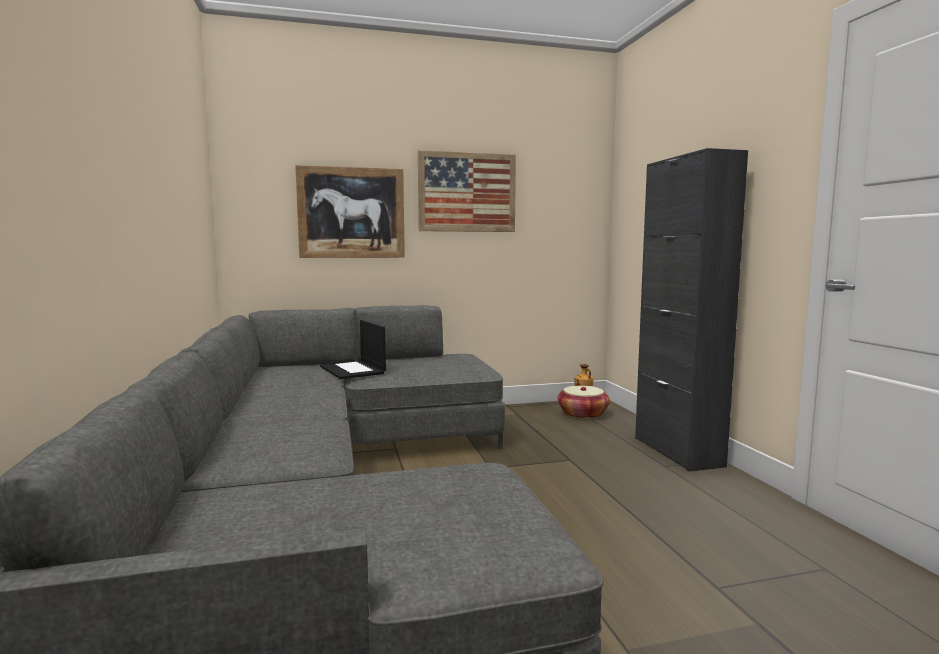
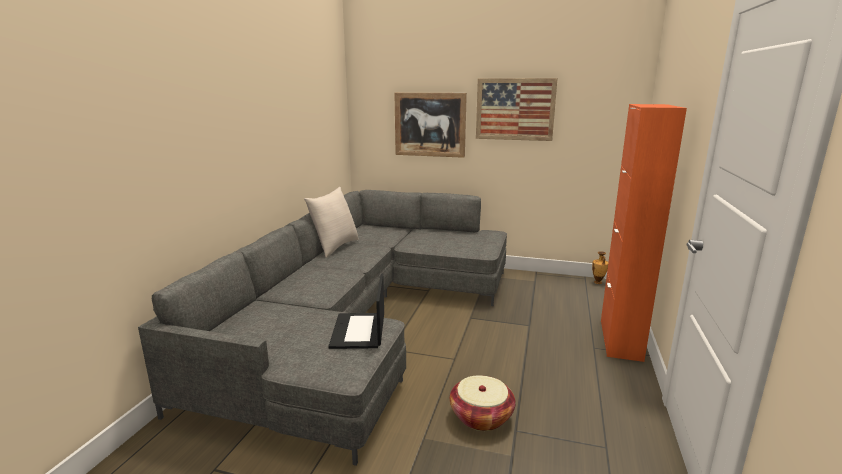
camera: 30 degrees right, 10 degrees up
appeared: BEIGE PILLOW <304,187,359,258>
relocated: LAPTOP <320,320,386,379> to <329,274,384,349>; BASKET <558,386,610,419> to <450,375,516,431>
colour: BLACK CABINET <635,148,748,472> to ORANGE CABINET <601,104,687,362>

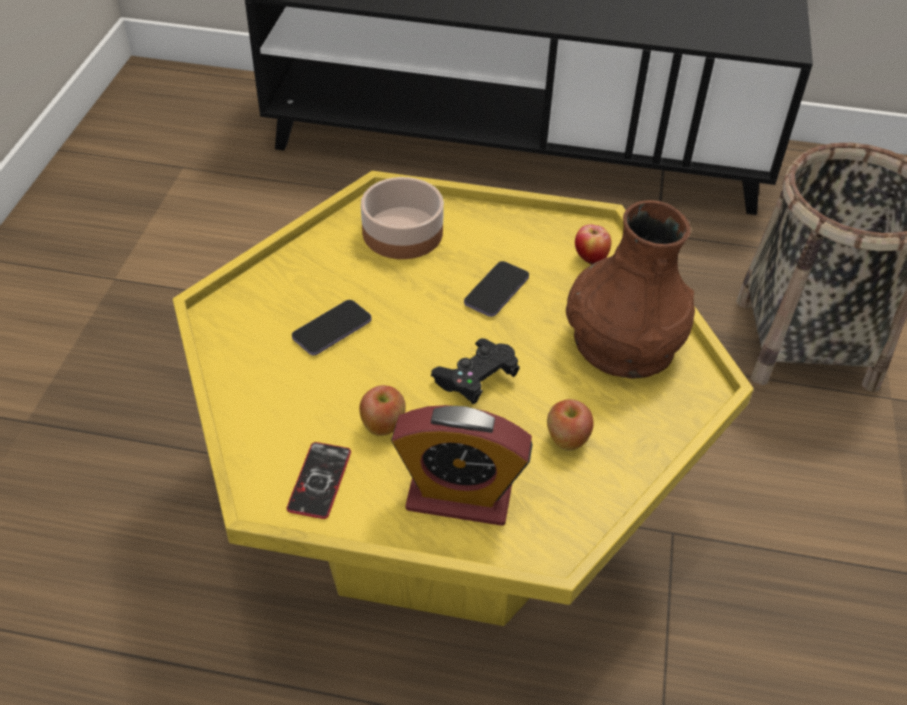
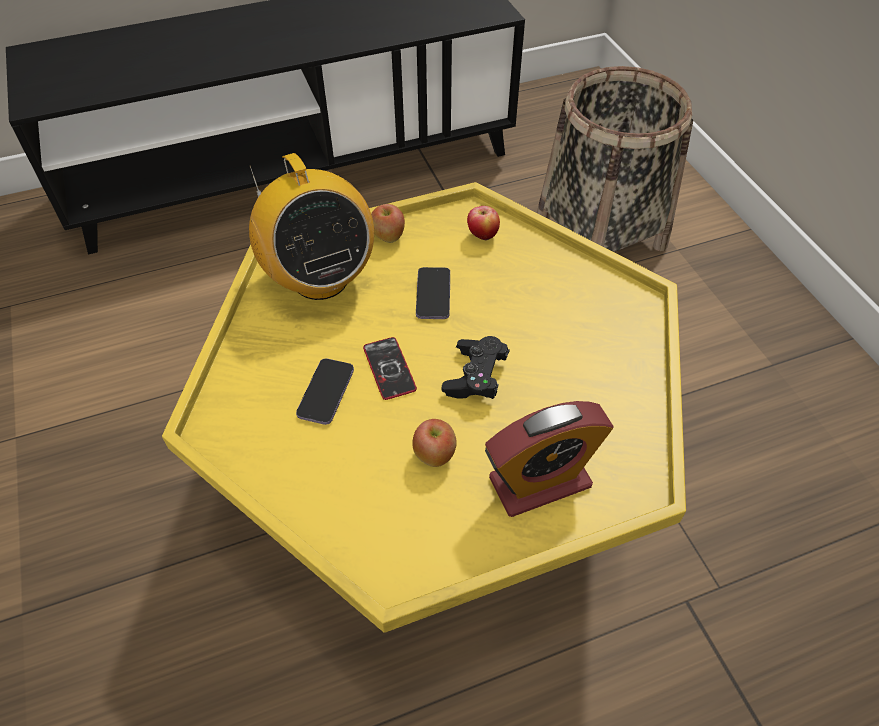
camera: 30 degrees left, 5 degrees up
missing: BROWN VASE <566,200,695,379>
relocated: APPLE <547,399,594,451> to <371,204,405,243>; PHONE <287,442,351,519> to <363,337,417,400>
exchanged: BOWL <361,177,444,259> to RADIO <249,153,374,300>

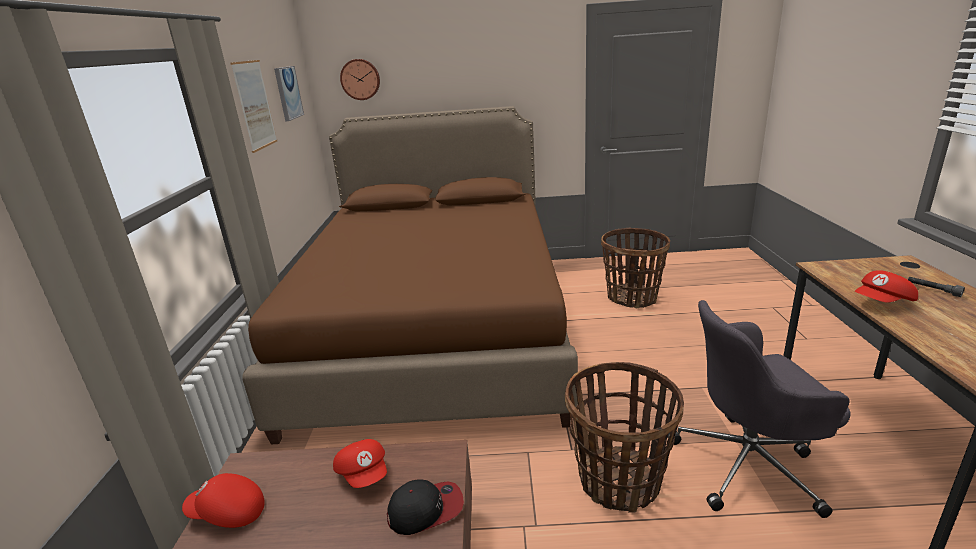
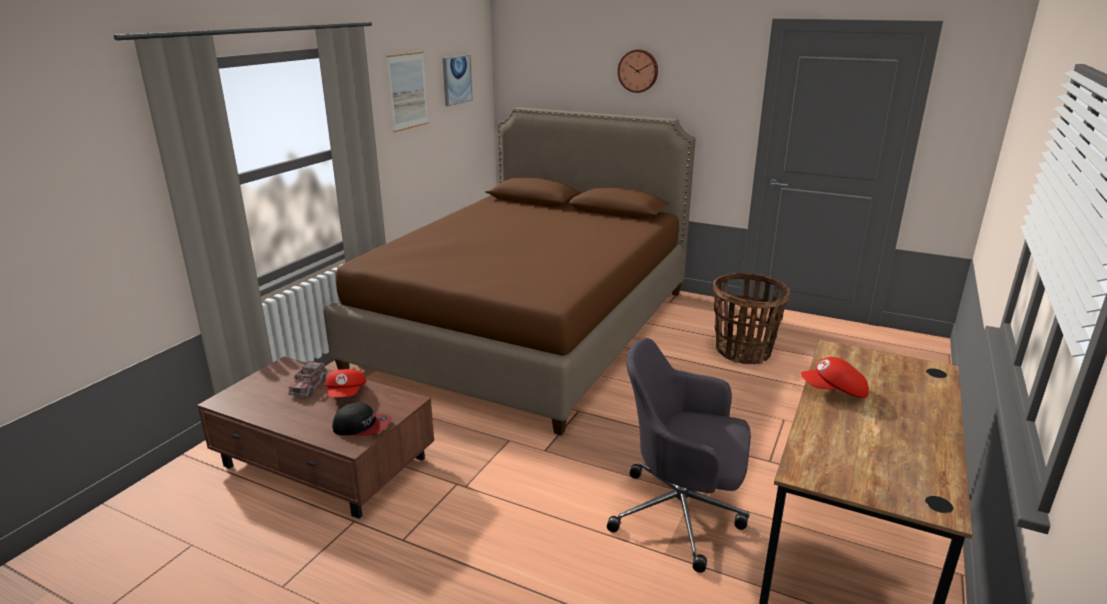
camera: 25 degrees right, 0 degrees up
missing: GREY FLASHLIGHT <908,277,965,297>; BASKET <565,362,684,513>; RED CAP <182,473,265,528>
appeared: TOY TRUCK <288,361,328,396>
relocated: WALL CLOCK <340,59,380,100> to <618,49,658,93>

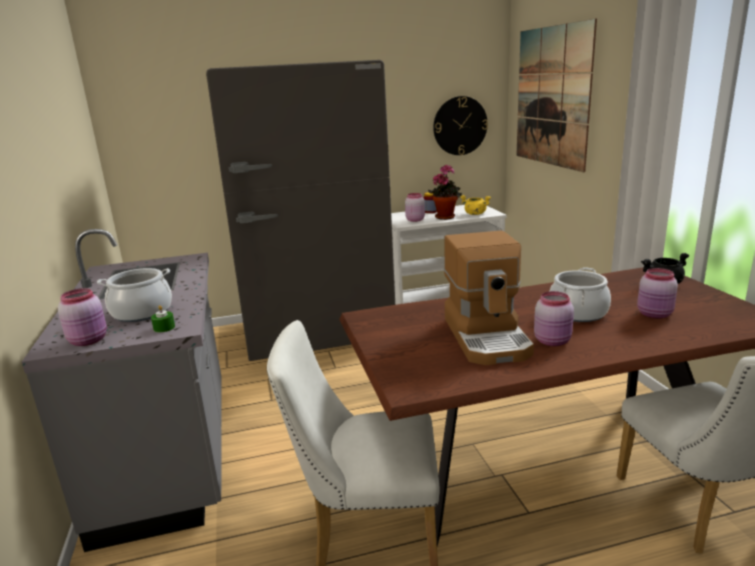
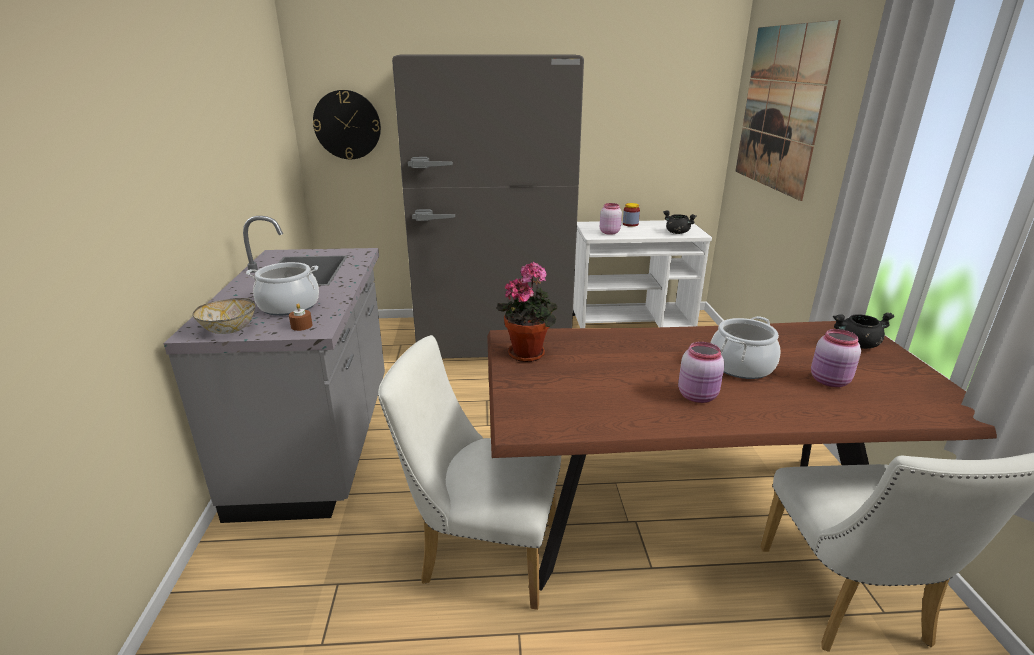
camera: 10 degrees right, 5 degrees up
missing: COFFEE MACHINE <444,230,534,365>
relocated: WALL CLOCK <433,96,488,155> to <313,90,381,159>; POTTED PLANT <428,164,462,220> to <497,262,557,362>
exchanged: PINK JAR <58,288,107,346> to BOWL <193,298,256,334>
colour: YELLOW COOKING POT <460,195,491,215> to BLACK COOKING POT <663,210,697,234>; GREEN CANDLE <151,305,175,332> to BROWN CANDLE <289,304,312,331>

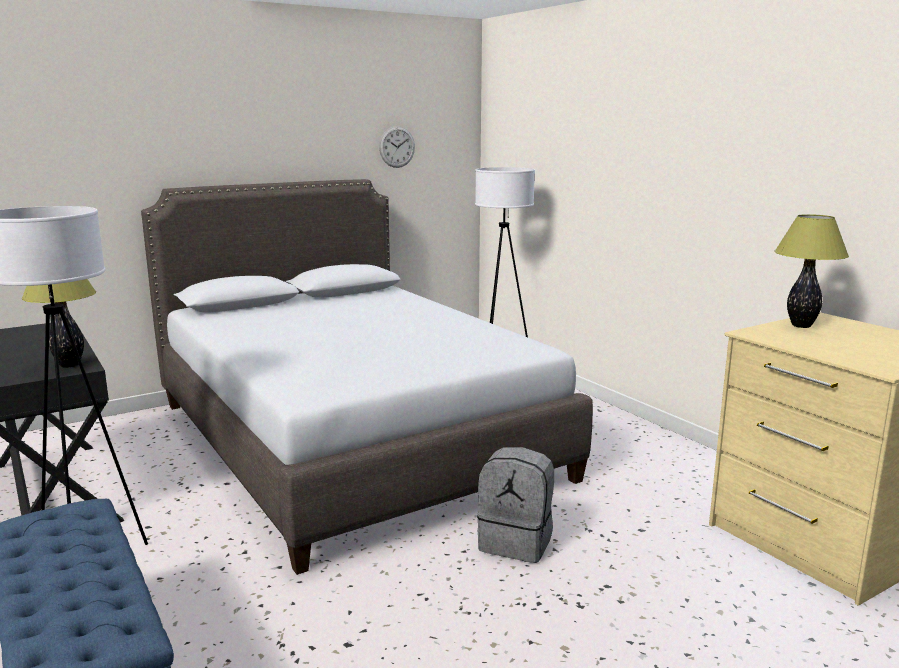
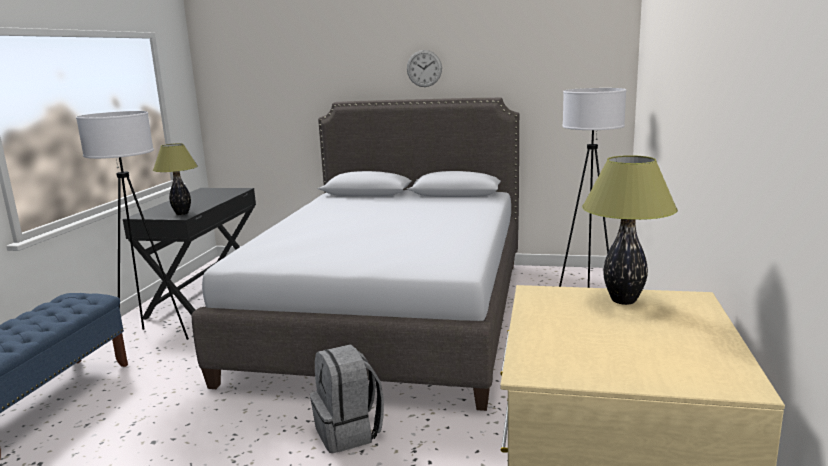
camera: 45 degrees right, 0 degrees up
relocated: WALL CLOCK <379,126,415,168> to <407,50,442,87>

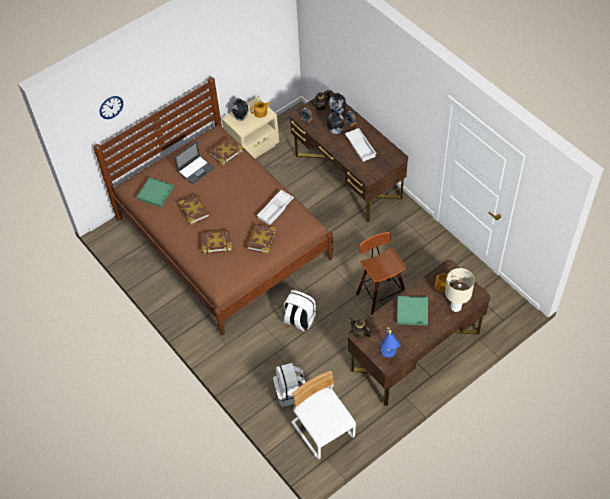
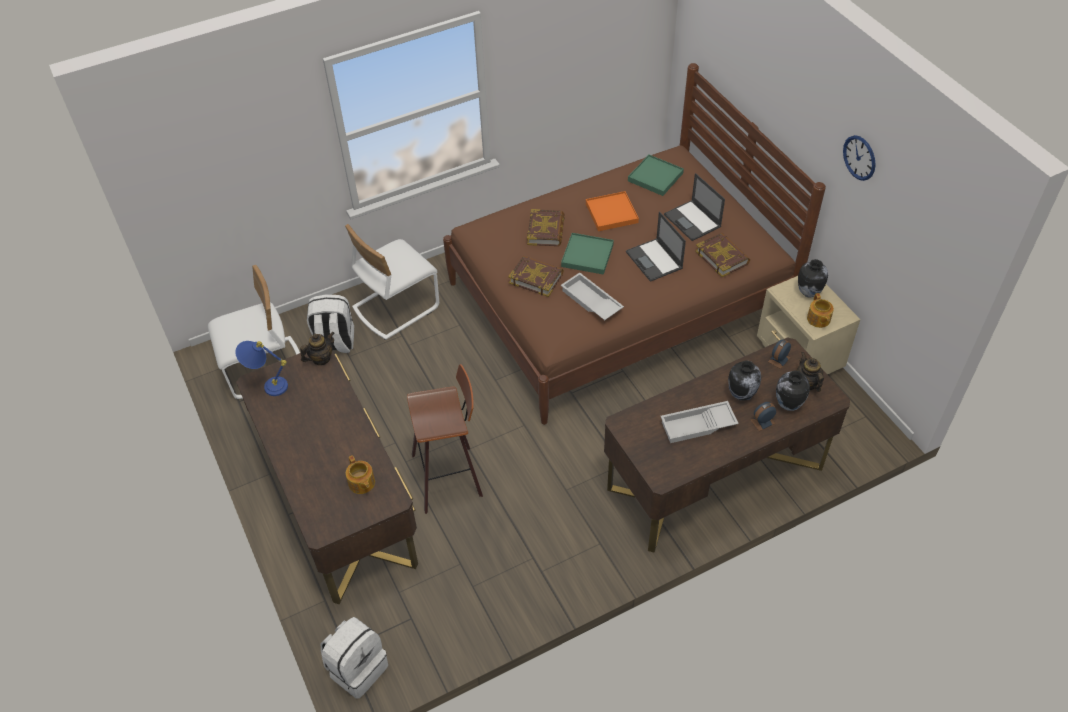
camera: 100 degrees right, 5 degrees down
missing: BEIGE TABLE LAMP <445,268,475,312>
appeared: LAPTOP <626,212,686,282>; WHITE CHAIR <345,224,439,340>
relocated: WALL CLOCK <100,96,123,119> to <843,135,876,181>; WHITE BACKPACK <284,290,316,332> to <321,617,388,699>; GREEN TRAY <397,296,428,326> to <561,233,614,275>
exchanged: BOOK <179,194,210,225> to ORANGE TRAY <586,191,639,231>

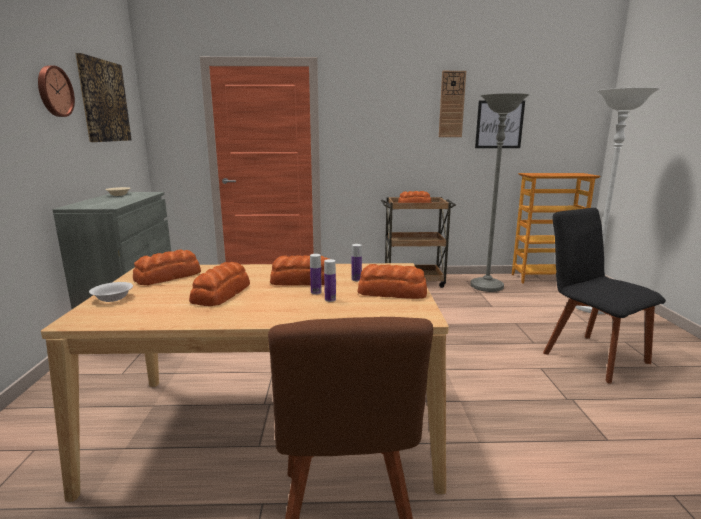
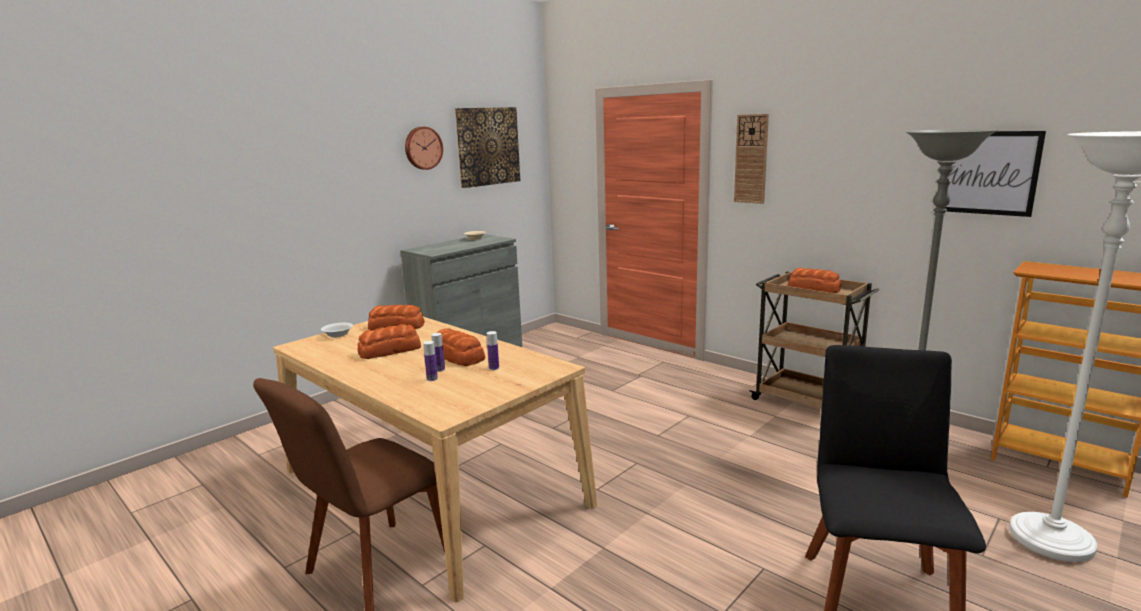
camera: 45 degrees right, 0 degrees up
missing: BREAD <357,264,427,299>
relocated: WALL CLOCK <439,71,466,137> to <734,114,769,204>

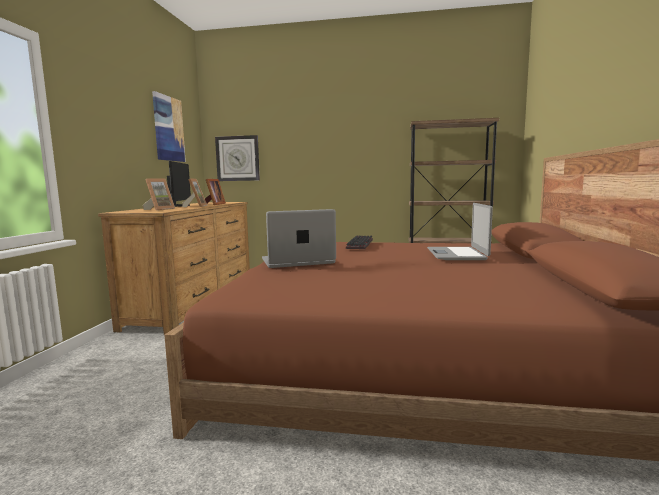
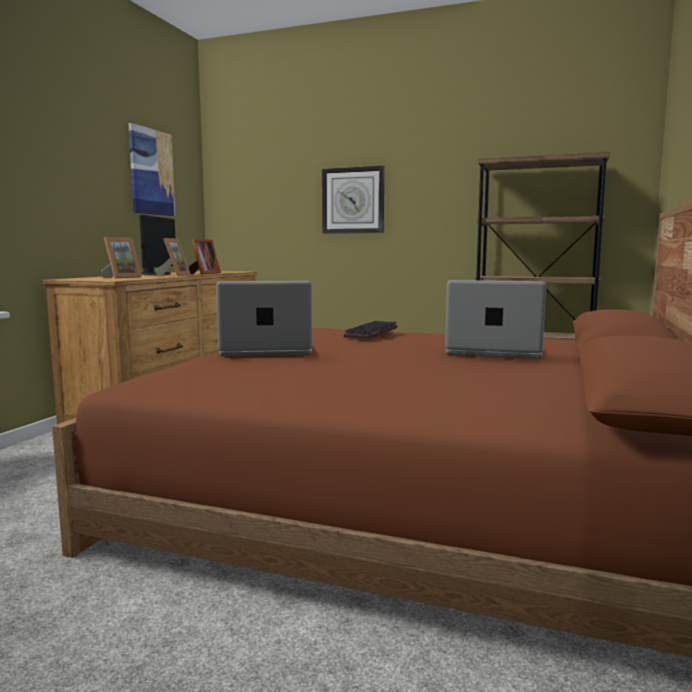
camera: 10 degrees right, 0 degrees up
relocated: WALL CLOCK <215,135,260,181> to <322,166,384,234>
spun: LAPTOP <427,203,493,260> = <445,280,546,359> 90 degrees clockwise

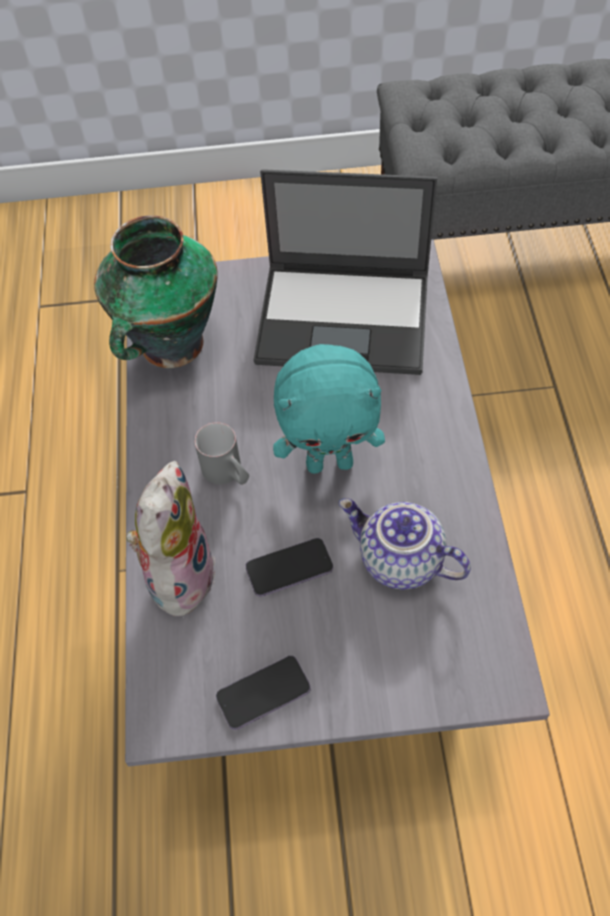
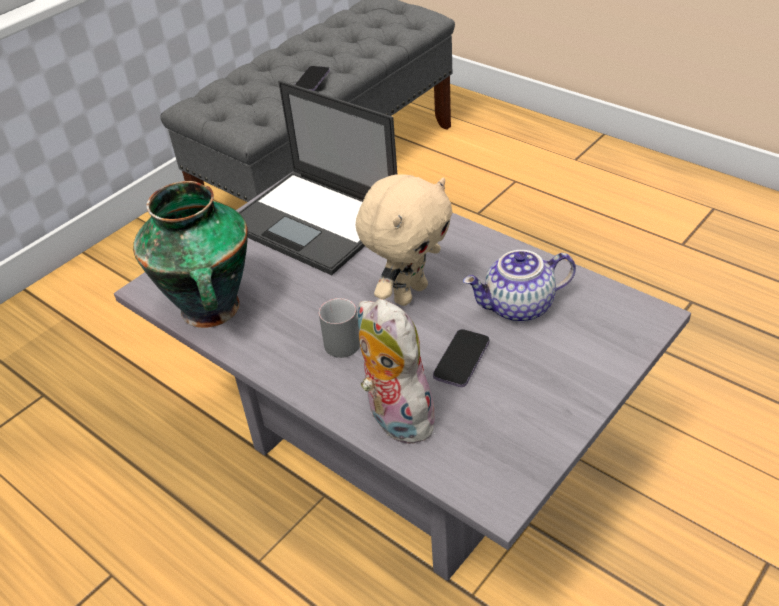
camera: 45 degrees left, 15 degrees down
relocated: PHONE <216,656,311,730> to <295,66,330,91>
colour: TURQUOISE PLUSH TOY <273,344,385,474> to BEIGE PLUSH TOY <356,174,453,306>
spun: LAPTOP <254,169,437,375> = <238,80,397,275> 75 degrees clockwise

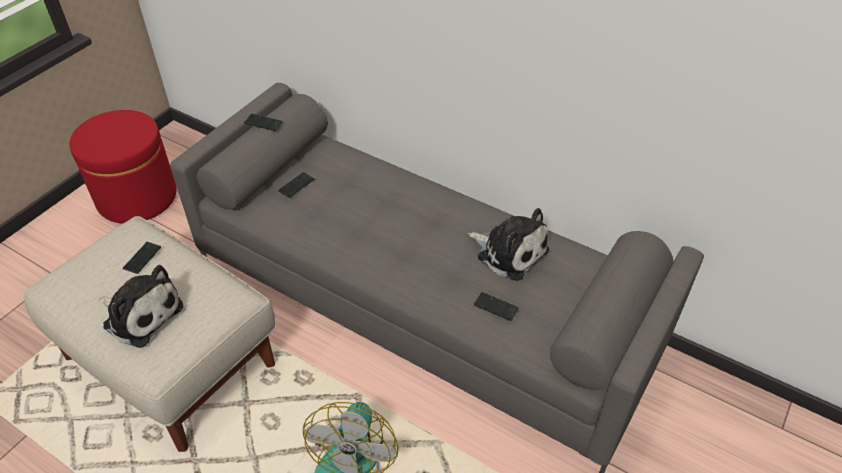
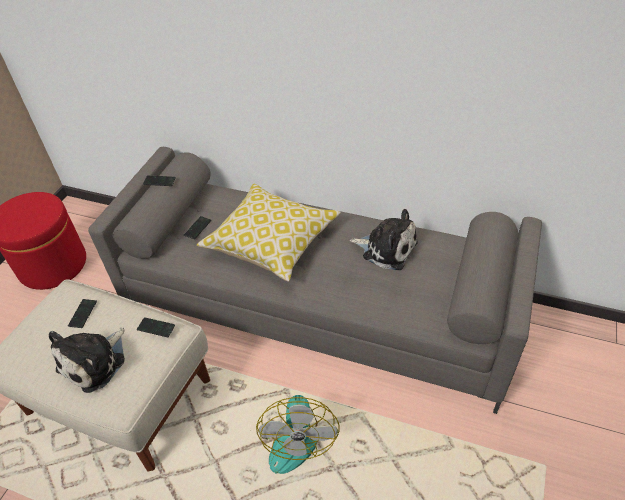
camera: 10 degrees left, 0 degrees up
appeared: PILLOW <197,184,341,282>
relocated: PHONE <474,292,519,321> to <137,317,175,337>
spun: PLUSH TOY <98,265,184,348> = <49,327,125,393> 105 degrees clockwise

